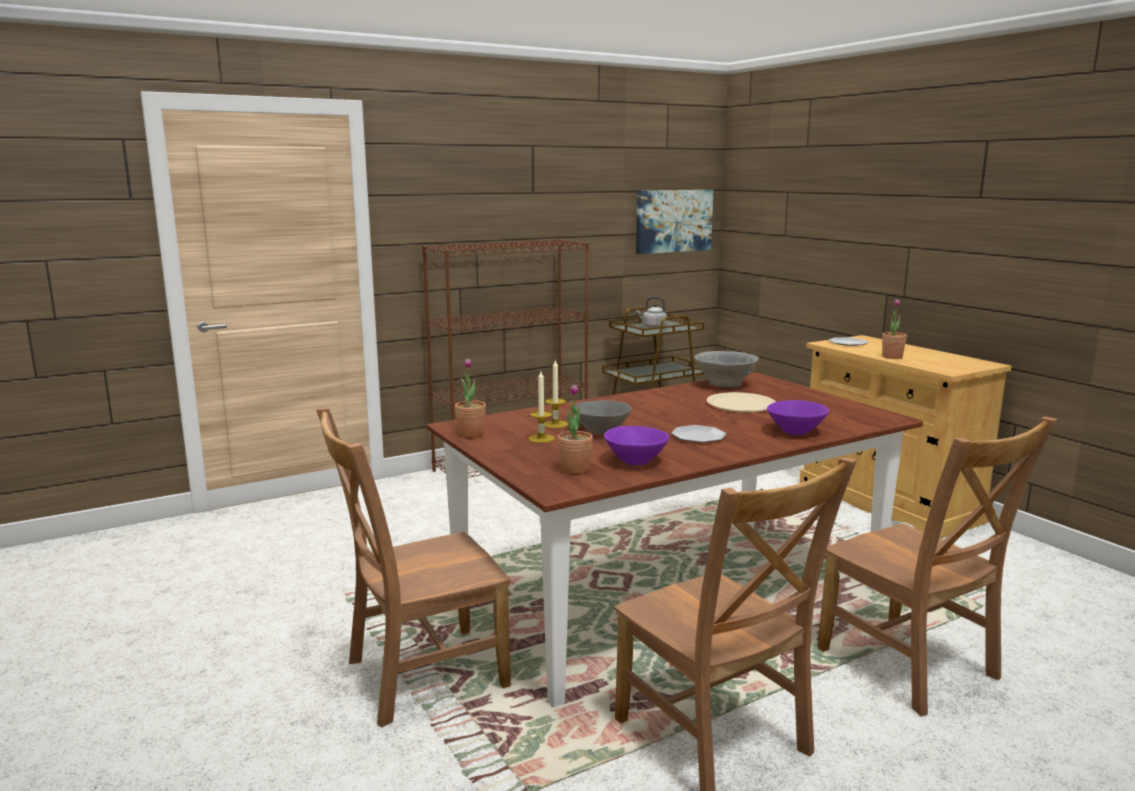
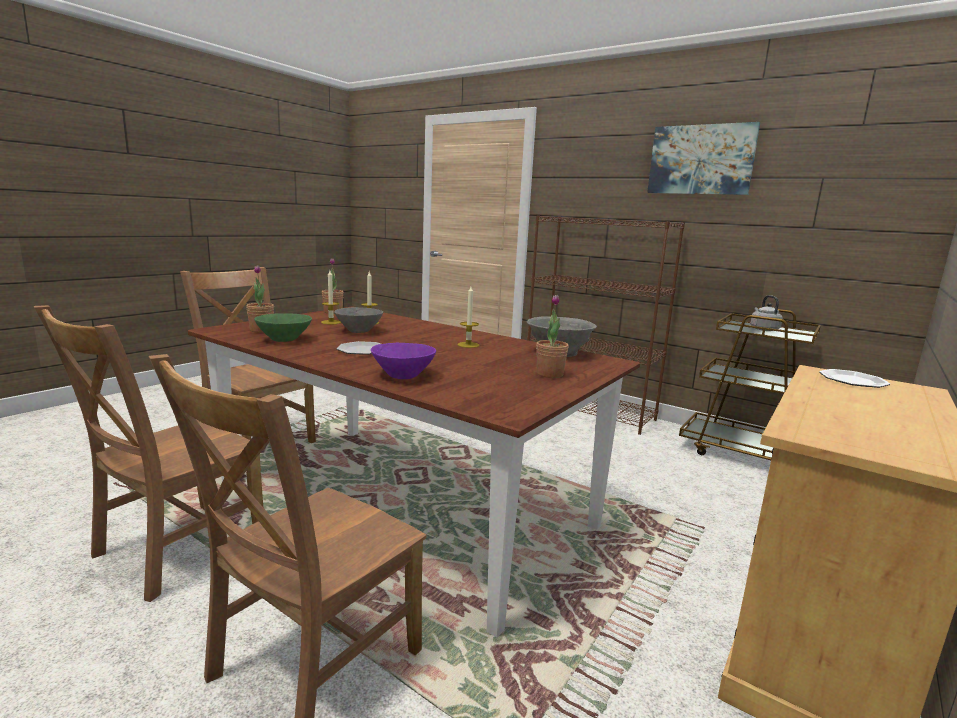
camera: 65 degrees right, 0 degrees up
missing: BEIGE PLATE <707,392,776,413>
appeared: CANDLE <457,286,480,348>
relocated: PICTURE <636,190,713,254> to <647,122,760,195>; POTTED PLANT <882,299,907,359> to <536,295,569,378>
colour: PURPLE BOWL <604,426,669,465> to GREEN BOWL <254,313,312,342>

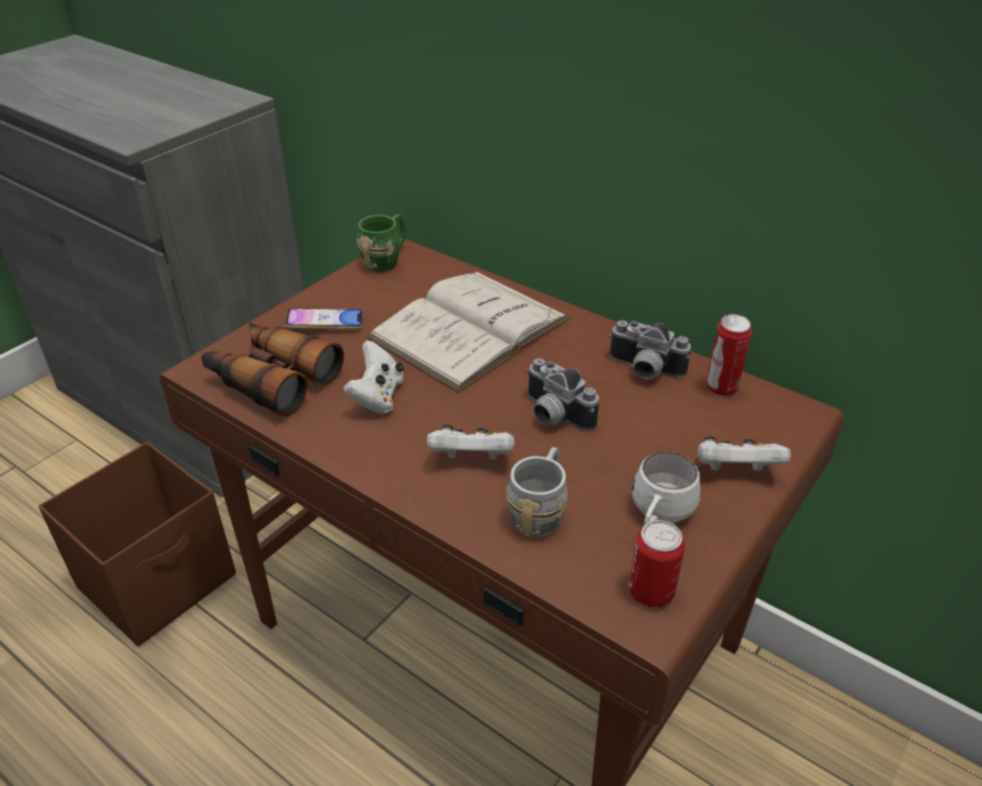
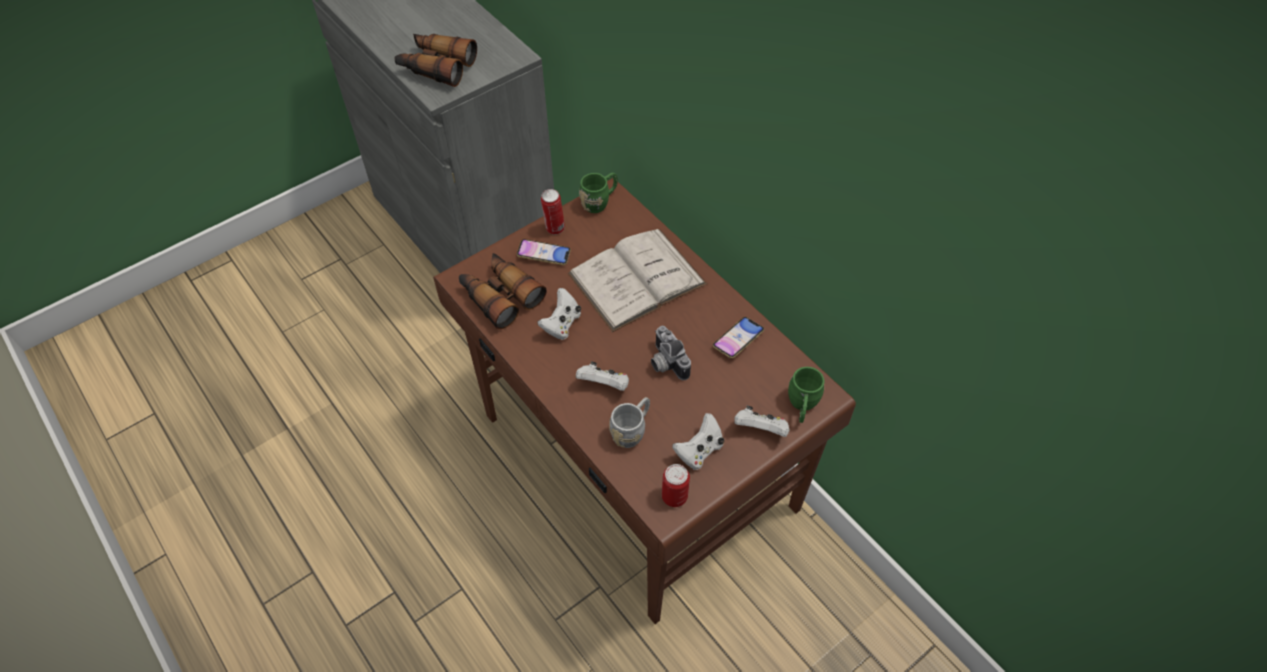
camera: 15 degrees right, 15 degrees up
missing: BROWN STORAGE BOX <38,442,236,646>
appeared: BINOCULARS <394,34,477,87>; GREEN MUG <788,367,824,423>
relocated: CAN <706,314,752,397> to <541,189,565,235>
exchanged: PHOTO CAMERA <609,320,691,379> to PHONE <713,317,764,358>; WHITE MUG <632,452,700,525> to WHITE GAME CONTROLLER <672,413,724,470>

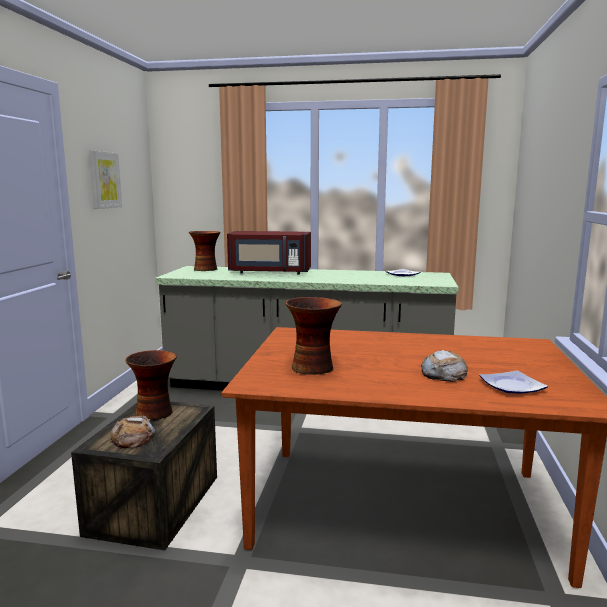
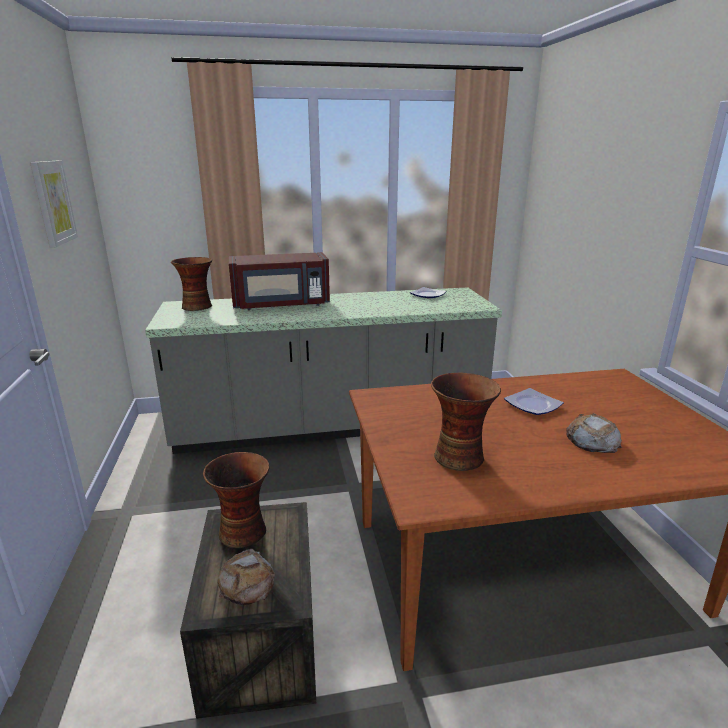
camera: 20 degrees left, 10 degrees up
relocated: PLATE <479,371,548,394> to <504,388,564,415>

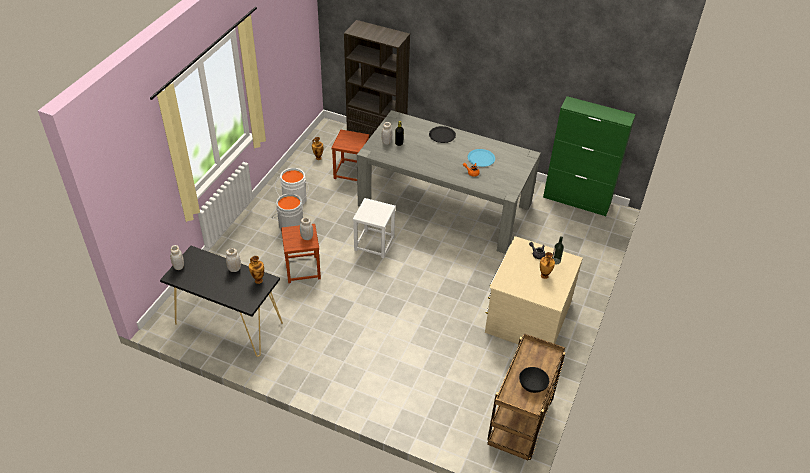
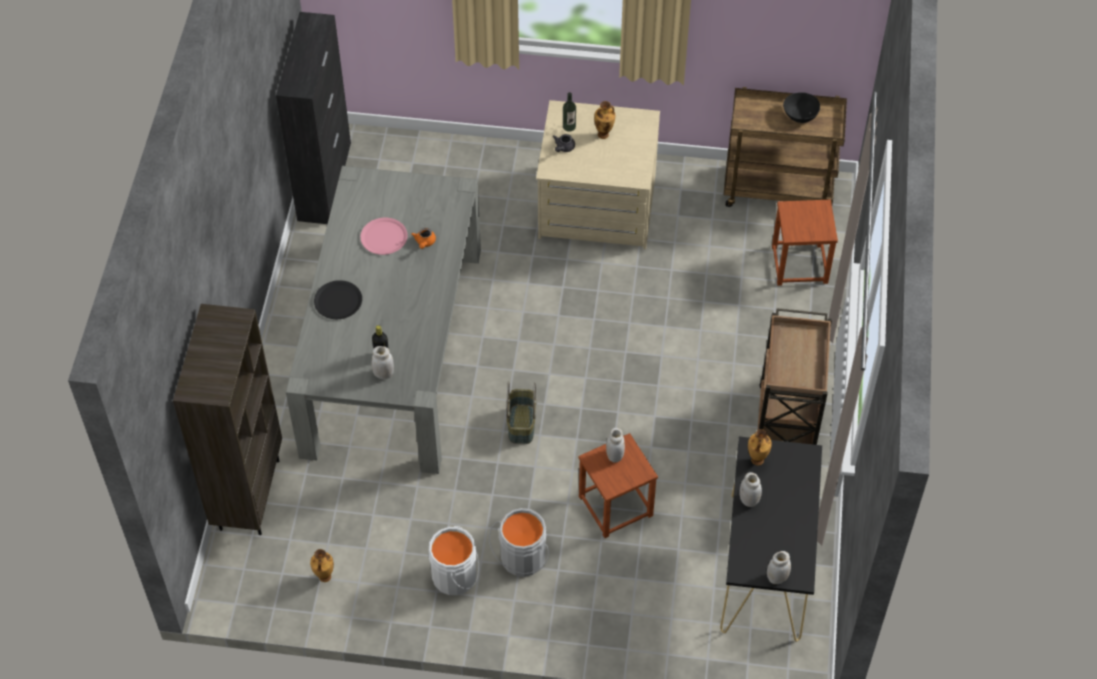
camera: 105 degrees left, 10 degrees up
appeared: BROWN CART <758,308,832,445>
relocated: BROWN STOOL <332,130,369,181> to <772,200,838,286>
exchanged: WHITE STOOL <353,198,396,258> to BASKET <506,381,536,444>
colour: GREEN CABINET <543,96,636,216> to BLACK CABINET <276,12,351,224>; BLUE PLATE <468,149,495,167> to PINK PLATE <360,218,408,255>

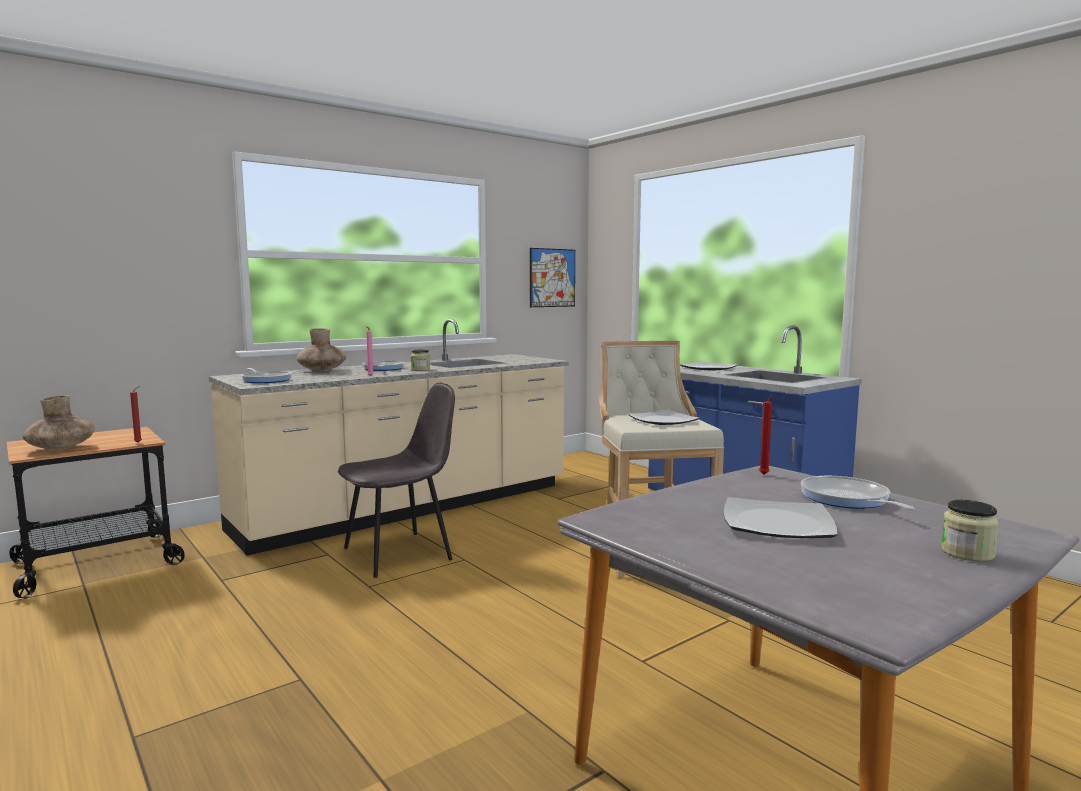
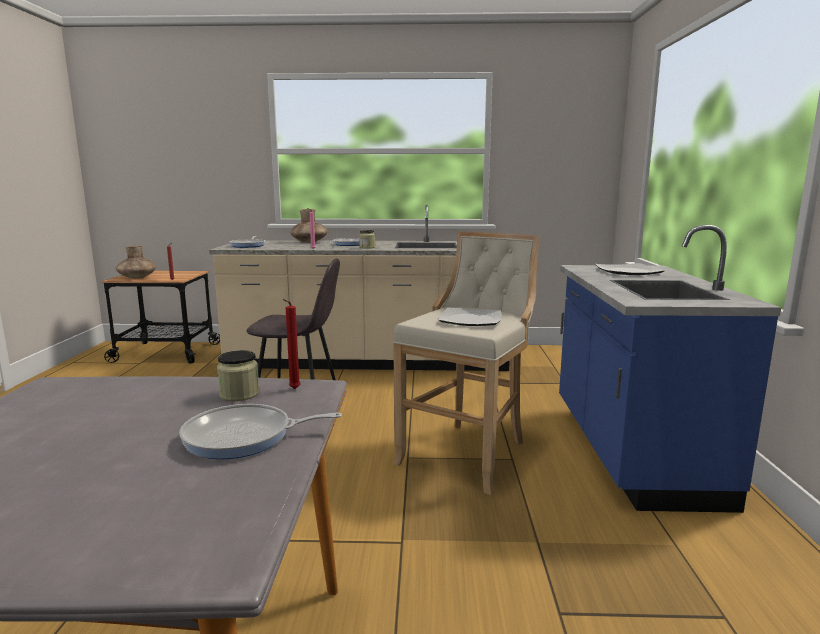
camera: 40 degrees right, 5 degrees up
missing: PICTURE <530,248,575,307>; PLATE <724,497,838,538>
relocated: JAR <941,500,999,562> to <217,350,260,401>
spun: FRYING PAN <801,476,915,510> = <179,404,342,459> 120 degrees counterclockwise

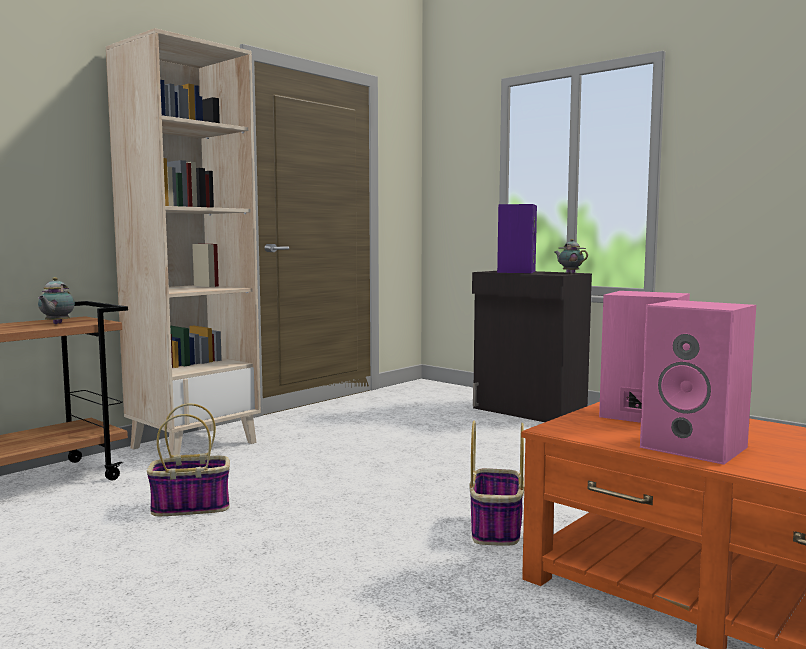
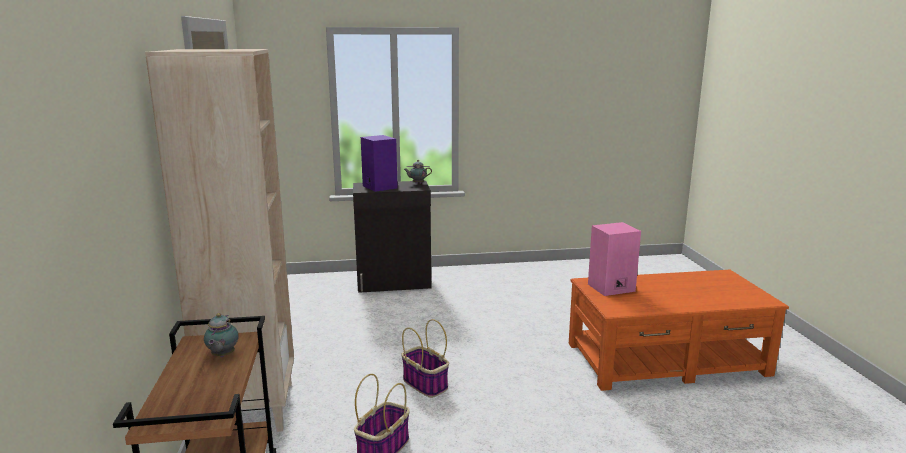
camera: 50 degrees left, 10 degrees up
missing: PINK SPEAKER <640,300,756,465>
relocated: BASKET <469,421,524,546> to <401,319,449,398>
spun: TEAPOT <38,277,75,324> = <204,313,239,357> 45 degrees clockwise

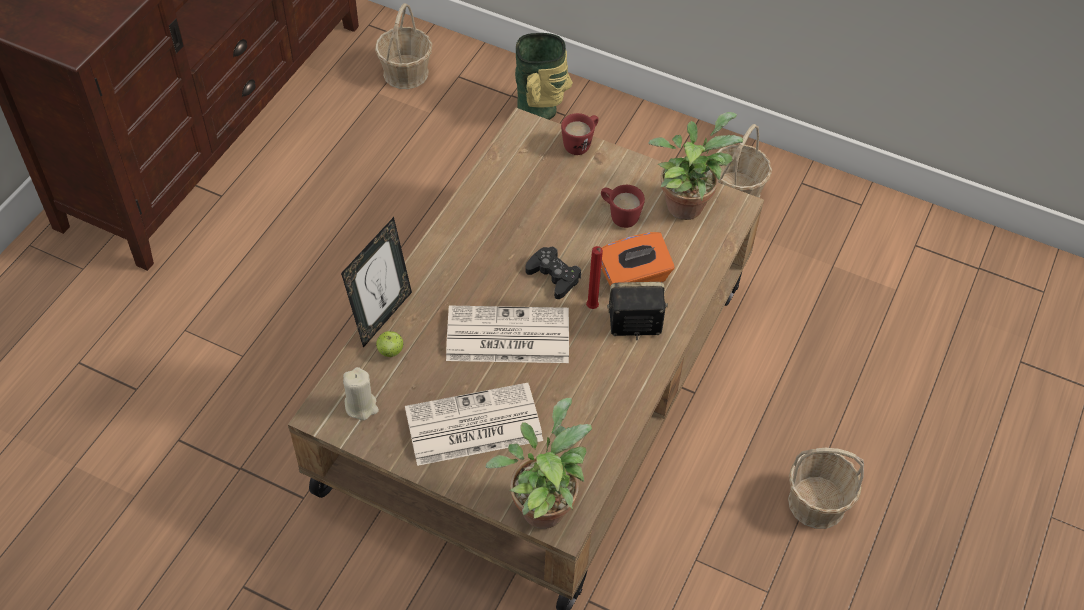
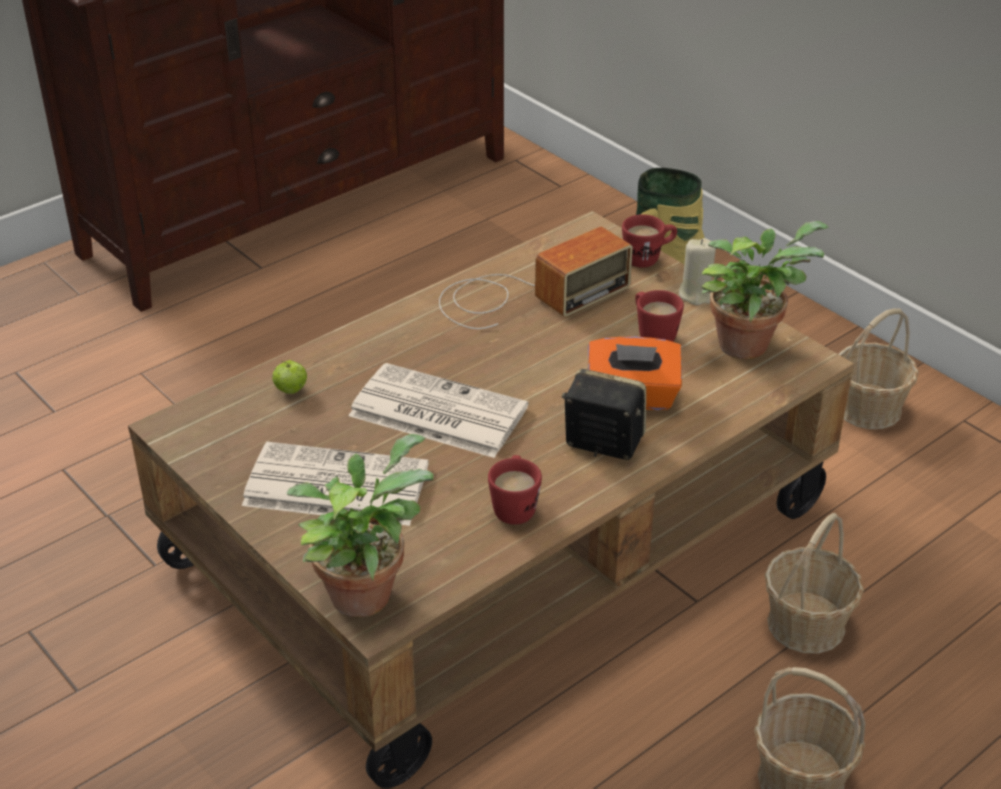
camera: 25 degrees right, 15 degrees down
missing: PICTURE FRAME <341,217,412,348>; RED CANDLE <586,246,603,309>; BLACK GAME CONTROLLER <525,247,581,299>
appeared: RADIO <439,226,633,329>; RED MUG <488,455,542,525>
relocated: BASKET <375,3,432,89> to <765,513,864,653>; BEIGE CANDLE <343,367,379,420> to <679,238,716,305>

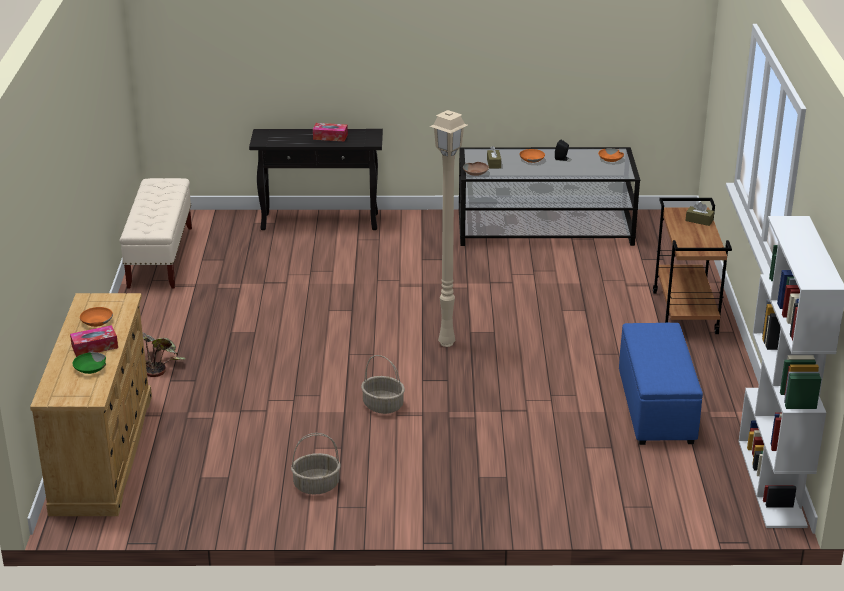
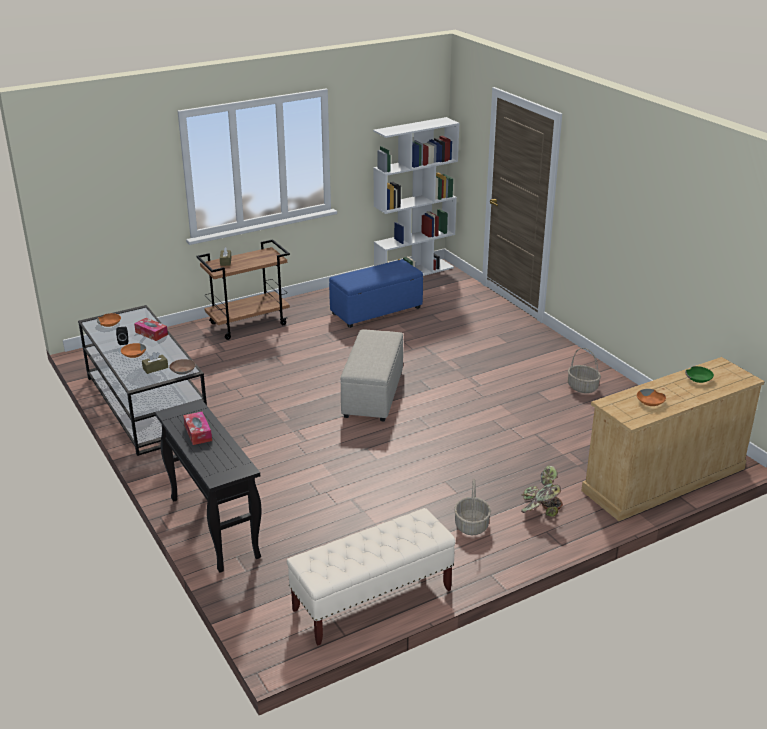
camera: 120 degrees left, 0 degrees up
relocated: TISSUE BOX <70,325,118,357> to <134,318,168,341>; BASKET <361,355,405,414> to <454,479,491,535>
exchanged: BEIGE FLOOR LAMP <430,110,468,347> to BEIGE OTTOMAN <340,329,403,422>

